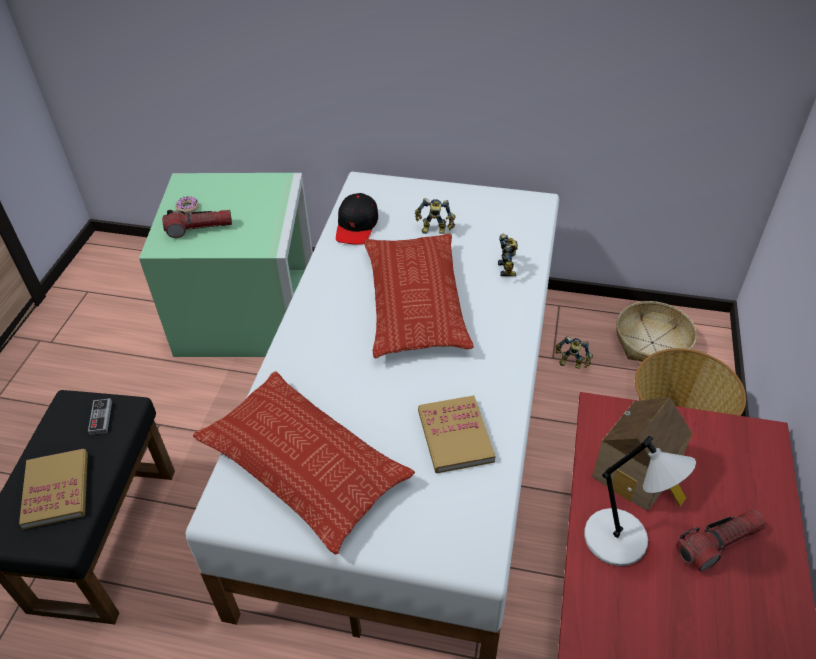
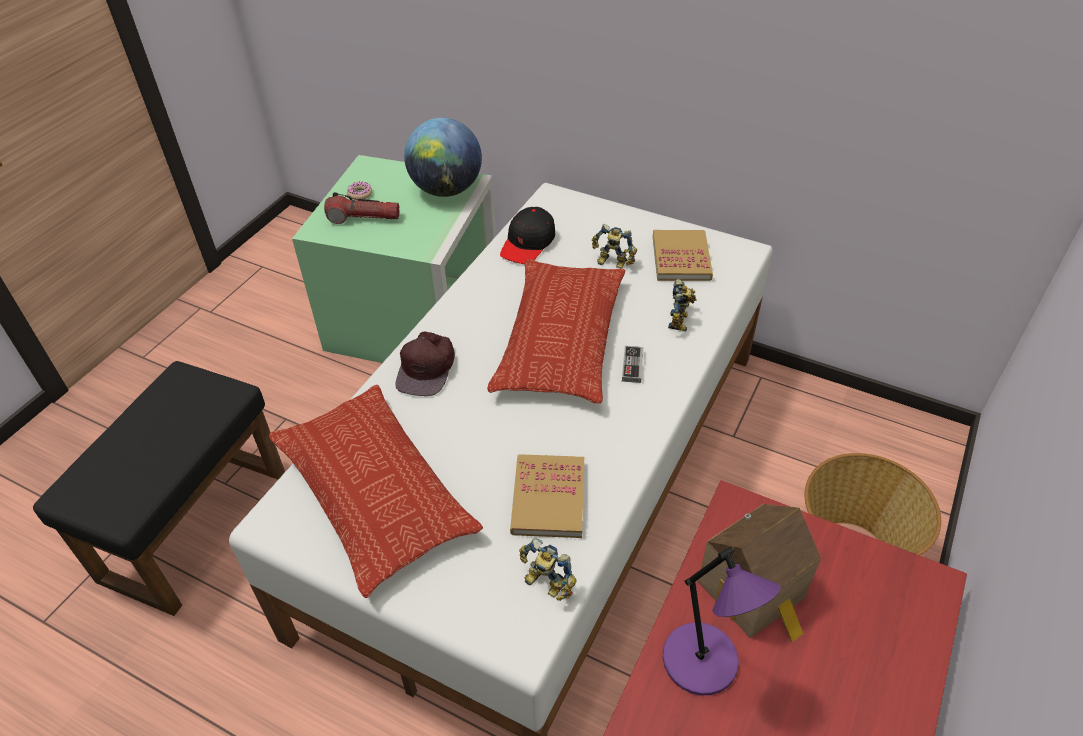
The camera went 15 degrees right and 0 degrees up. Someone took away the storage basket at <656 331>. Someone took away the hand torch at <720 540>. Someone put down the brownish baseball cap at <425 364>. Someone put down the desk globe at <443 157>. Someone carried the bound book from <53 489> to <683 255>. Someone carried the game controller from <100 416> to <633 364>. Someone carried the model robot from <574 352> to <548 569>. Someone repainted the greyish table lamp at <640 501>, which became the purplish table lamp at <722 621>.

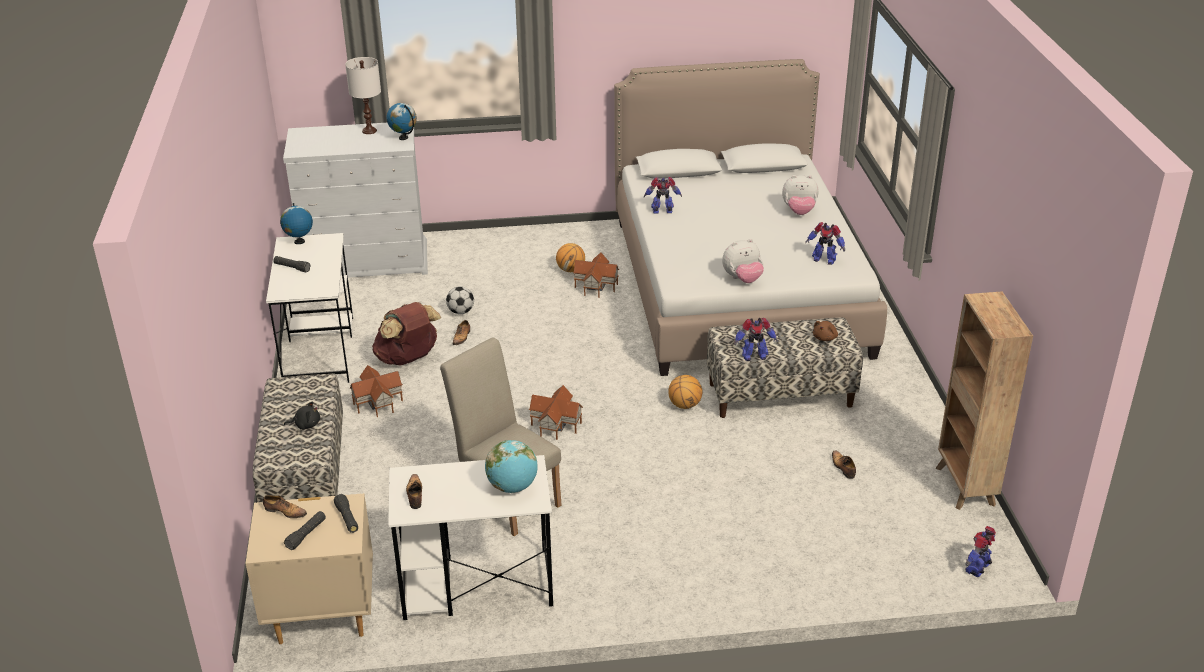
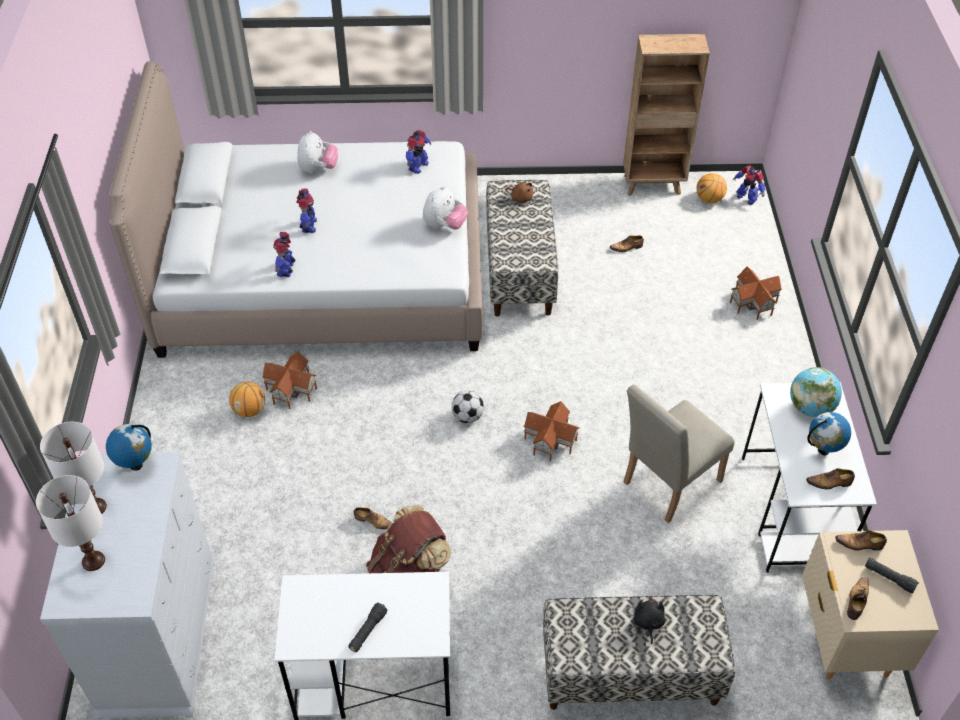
The camera went 85 degrees left and 15 degrees up. Someone put down the white table lamp at <70 523>. Someone carried the desk globe from <296 223> to <829 433>. Someone carried the toy house from <376 391> to <756 293>. Someone carried the football from <460 300> to <467 407>. Someone carried the basketball ball from <685 392> to <711 188>. Someone carried the model robot from <756 339> to <306 211>. Someone swapped the blackish hand torch at <346 513> for the low shoe at <861 540>. Someone rotated the soft toy at <743 261> by 45 degrees clockwise.

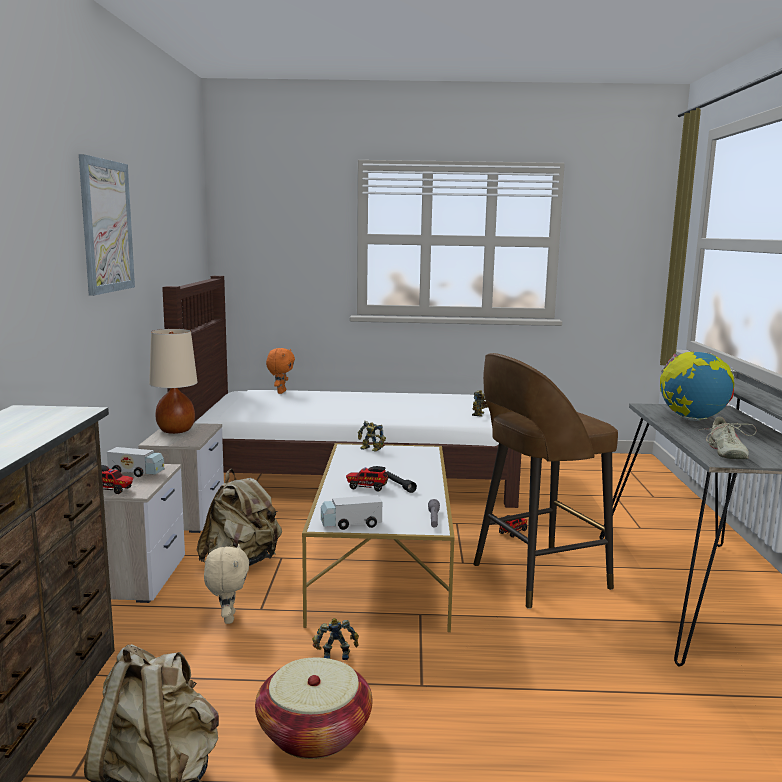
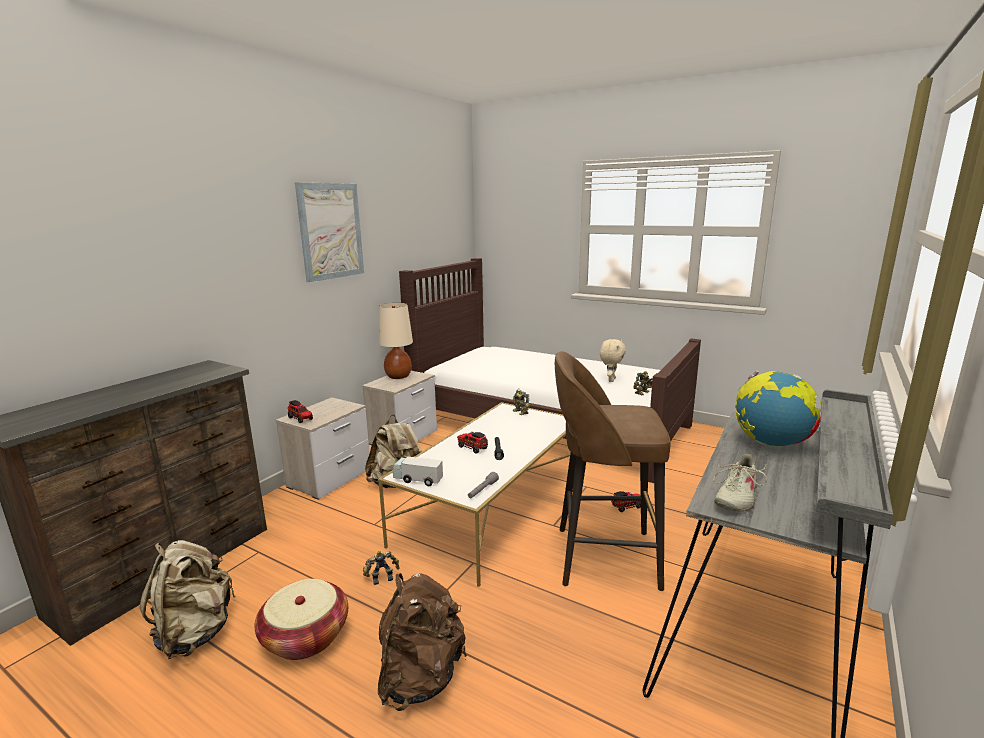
The camera went 30 degrees right and 5 degrees up. Someone took away the model truck at <135 462>. Someone took away the orange-coloured soft toy at <280 371>. Someone put down the brownish backpack at <422 642>. Someone carried the beige soft toy from <226 584> to <613 360>. Someone rotated the model robot at <335 639> by 45 degrees counterclockwise.

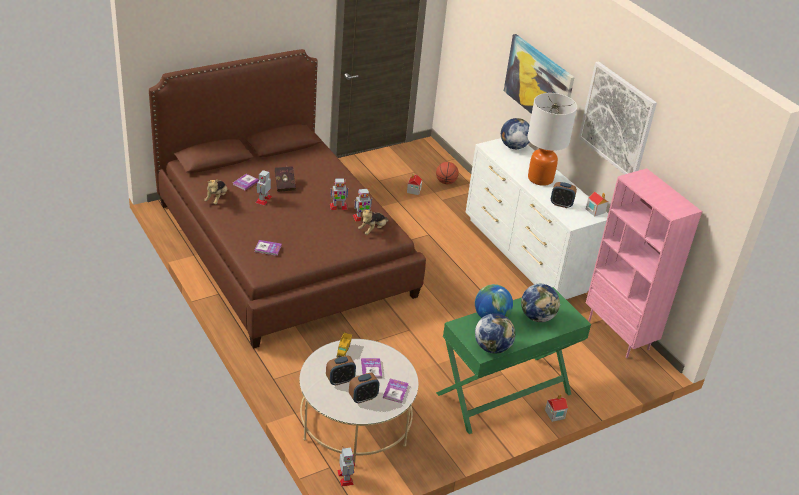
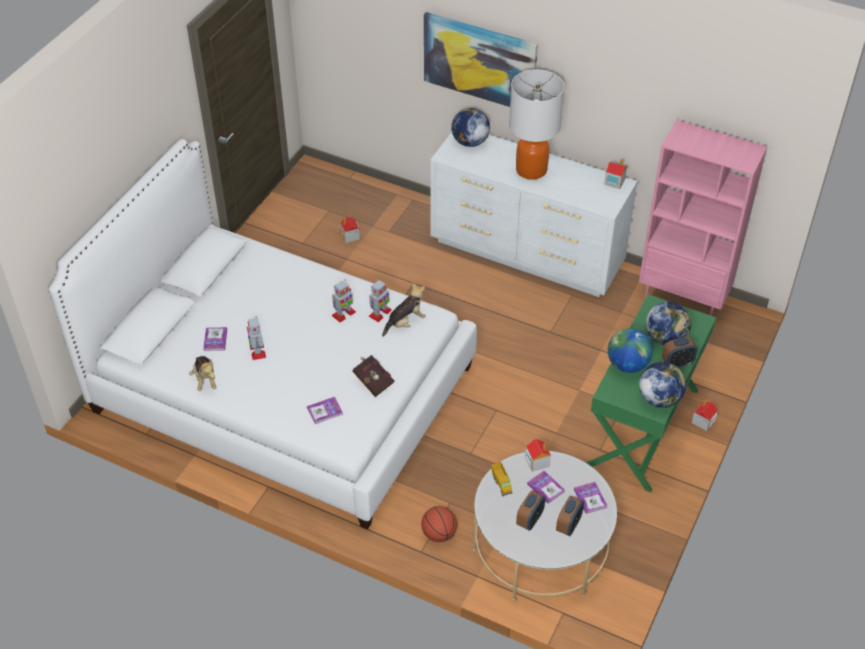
The camera went 30 degrees left and 10 degrees up. Someone took away the model robot at <346 466>. Someone took away the wall picture at <618 118>. Someone put down the toy house at <538 455>. Someone carried the red-coloured bound book from <285 178> to <373 376>. Someone carried the basketball ball from <447 173> to <439 524>. Someone carried the bedside clock from <564 195> to <680 352>. Someone repainted the brownish sleeping bed at <287 199>, which became the white sleeping bed at <263 334>. Someone rotated the soft toy at <373 222> by 135 degrees counterclockwise.

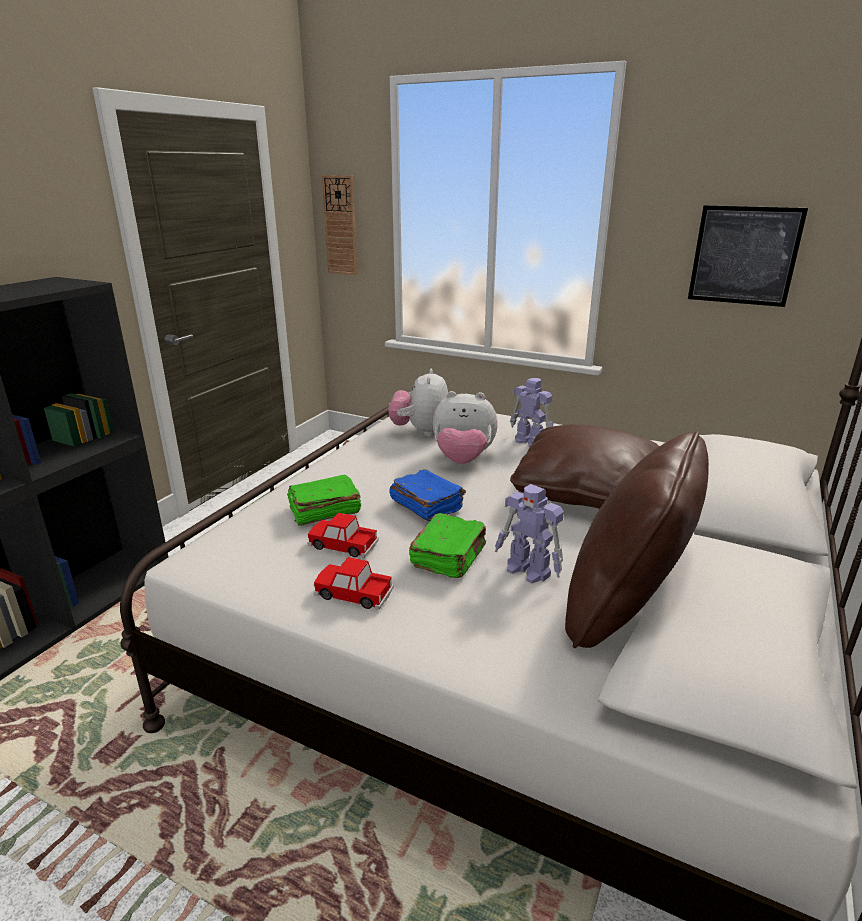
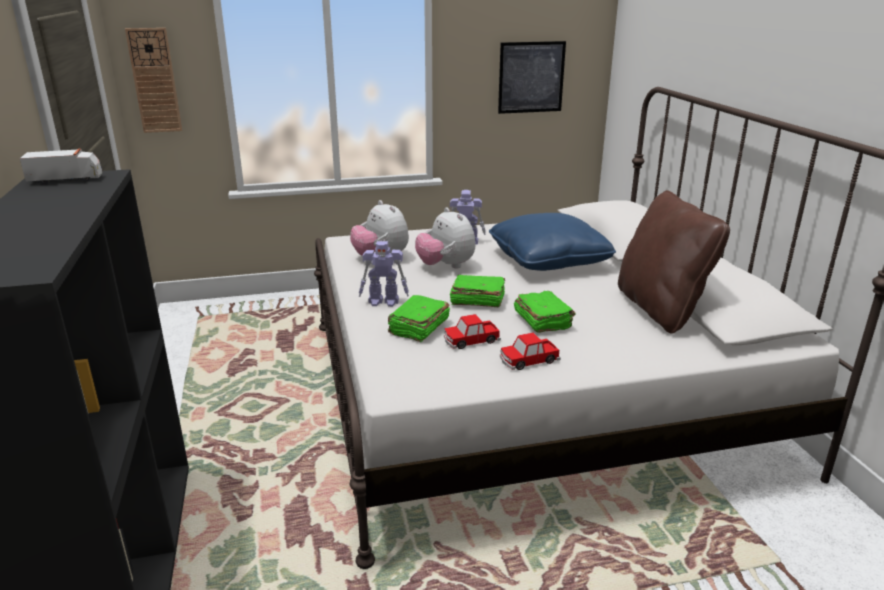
The camera went 40 degrees left and 0 degrees up. Someone put down the model truck at <61 166>. Someone carried the model robot from <529 533> to <384 274>. Someone repainted the blue-coloured bound book at <427 495>, which became the green bound book at <477 291>. Someone repainted the brownish cushion at <585 466>, which became the blue-coloured cushion at <552 242>. Someone rotated the soft toy at <465 427> by 90 degrees clockwise.

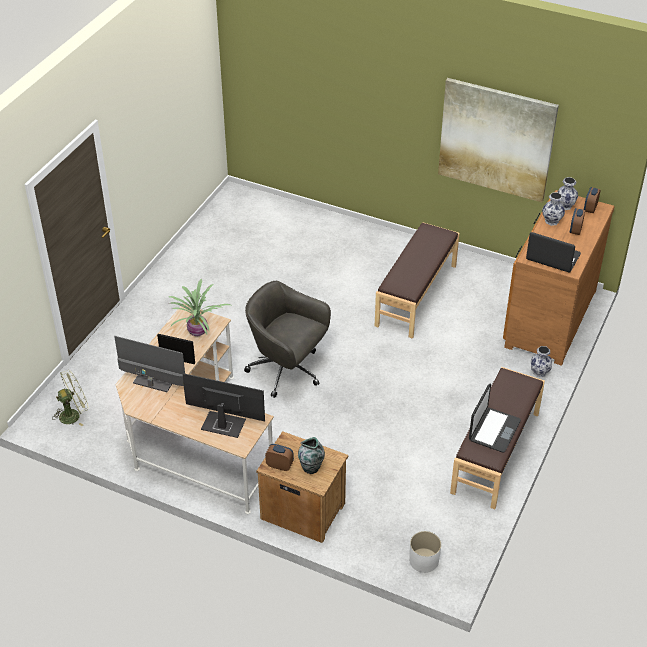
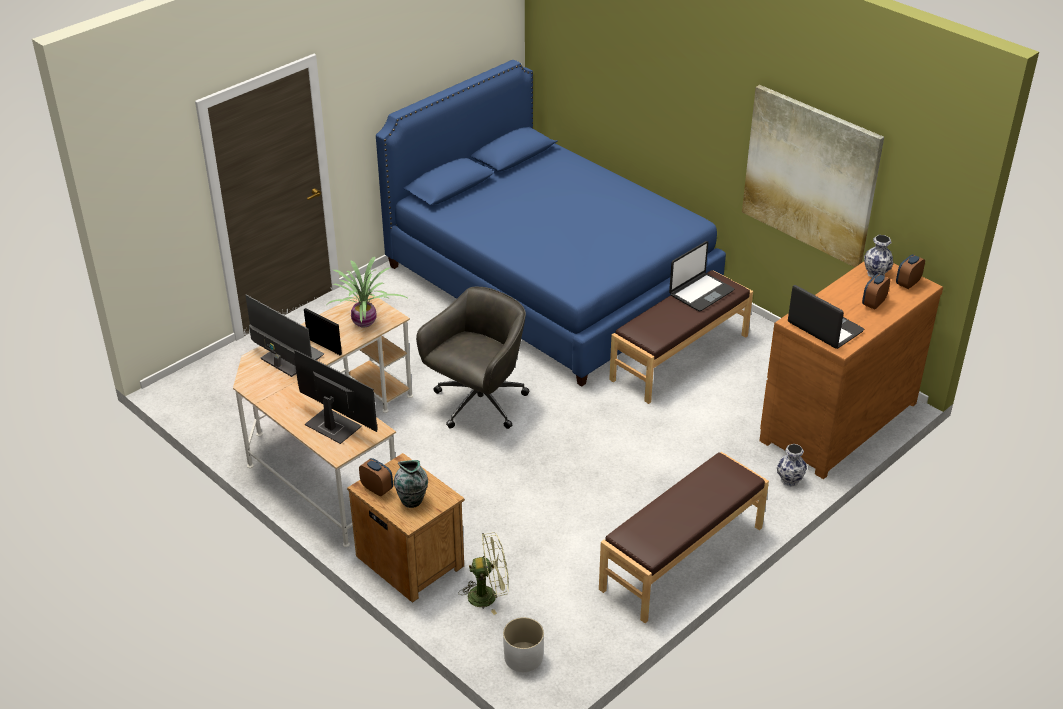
The camera went 20 degrees right and 5 degrees down. Someone took away the vase at <553 209>. Someone put down the blue-coloured sleeping bed at <551 223>. Someone carried the green fan from <71 398> to <484 573>. Someone carried the portable computer from <495 418> to <701 276>. Someone rotated the greyish desk chair at <287 339> by 75 degrees clockwise.

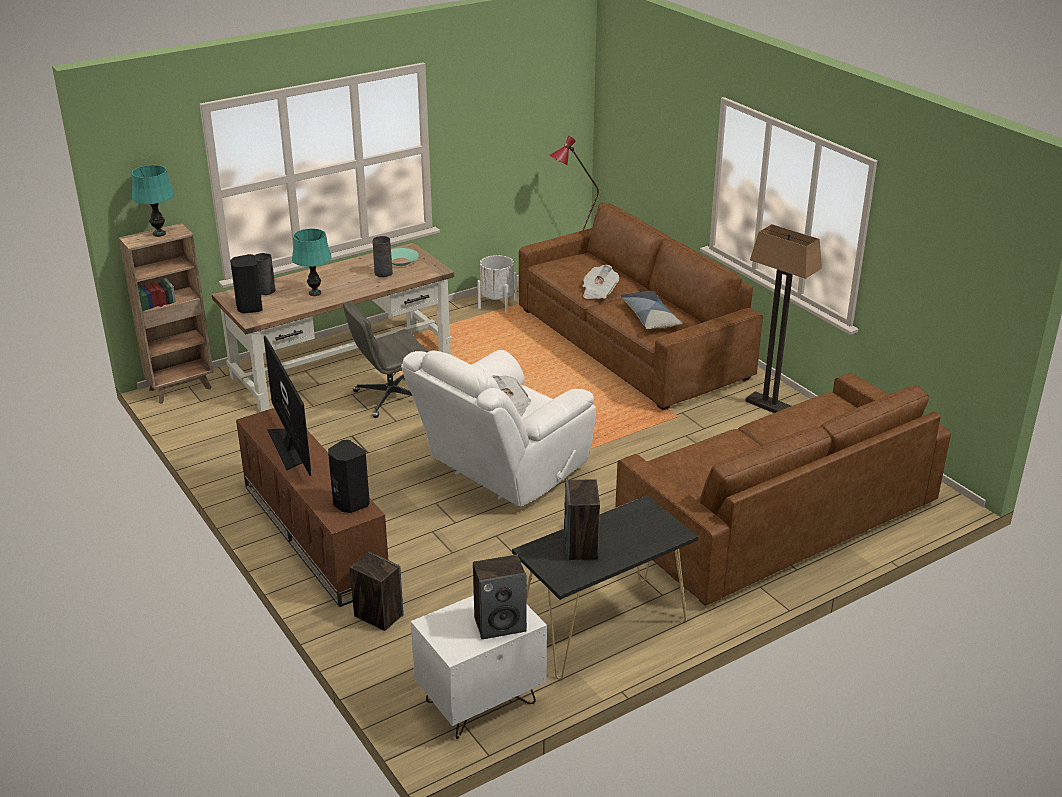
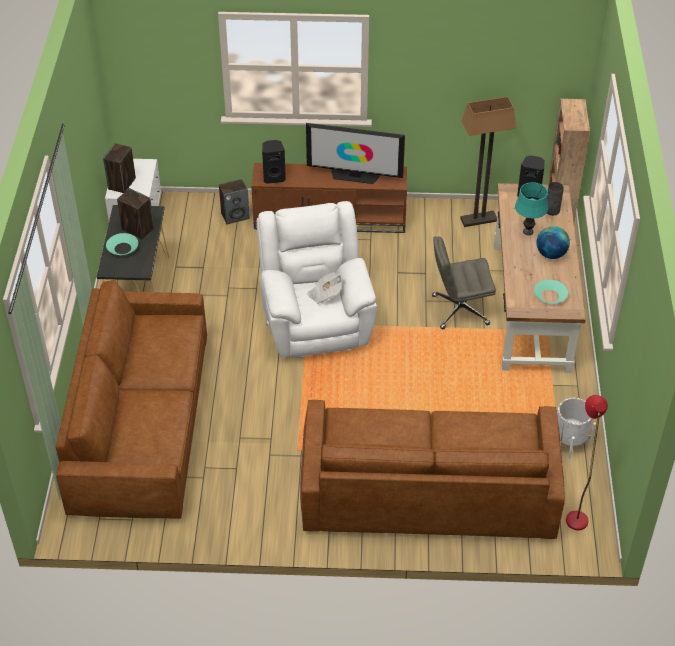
The camera went 125 degrees right and 15 degrees up. Someone took away the turquoise-coloured table lamp at <152 201>. Someone took away the greyish vase at <383 256>. Someone took away the printed paper at <600 282>. Someone took away the cushion at <651 310>. Someone put down the turquoise-coloured serving bowl at <122 244>. Someone put down the desk globe at <553 242>. Someone carried the floor lamp from <784 318> to <488 162>. Someone rotated the greyish desk chair at <385 360> by 105 degrees counterclockwise.

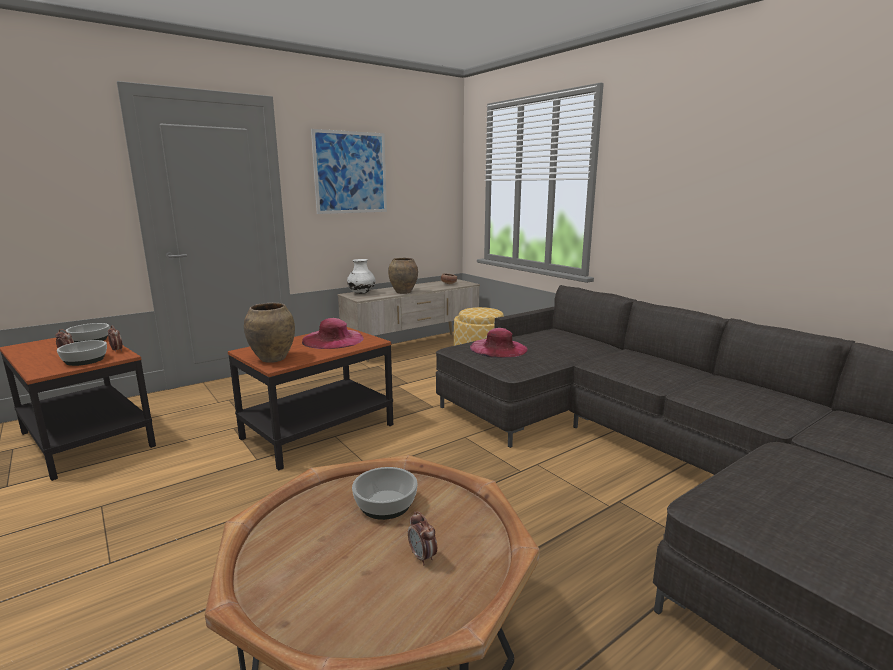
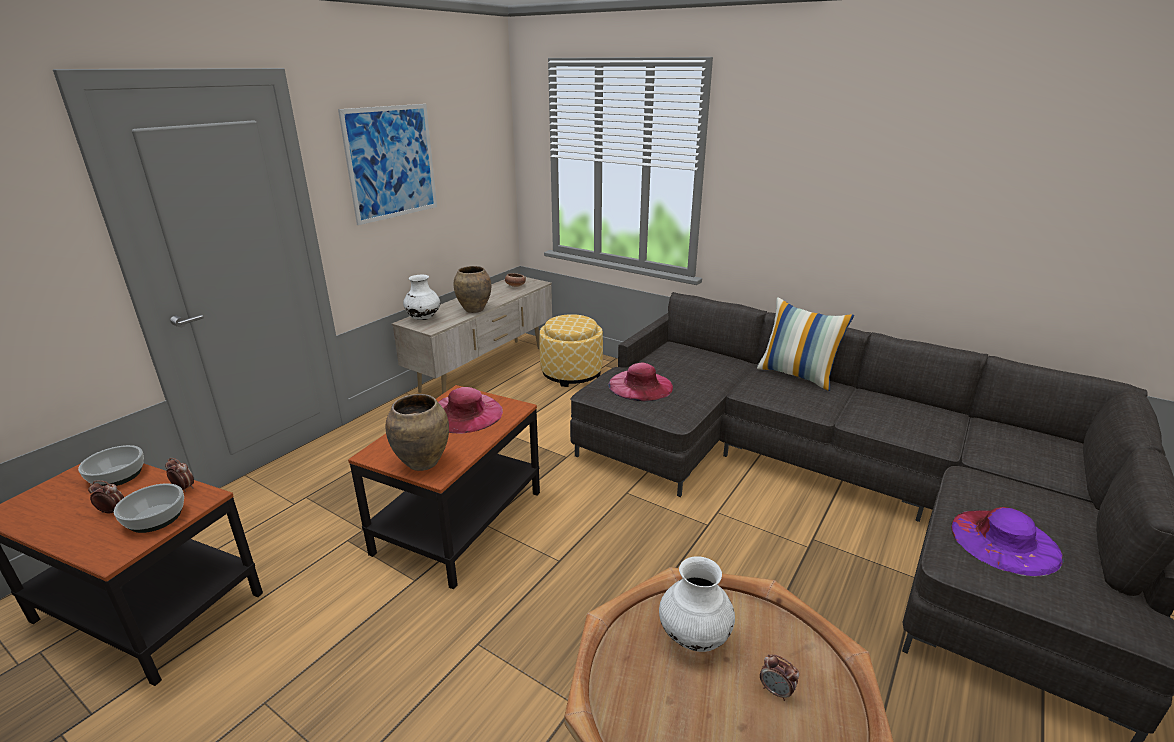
The camera went 20 degrees left and 10 degrees up. Someone put down the cushion at <805 344>. Someone put down the purplish clothing hat at <1007 542>. Someone swapped the serving bowl at <384 493> for the white vase at <697 604>.

